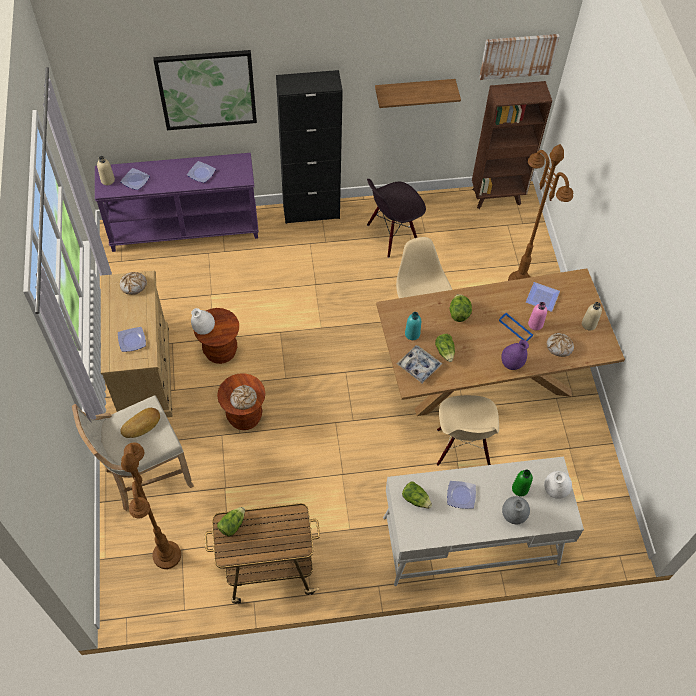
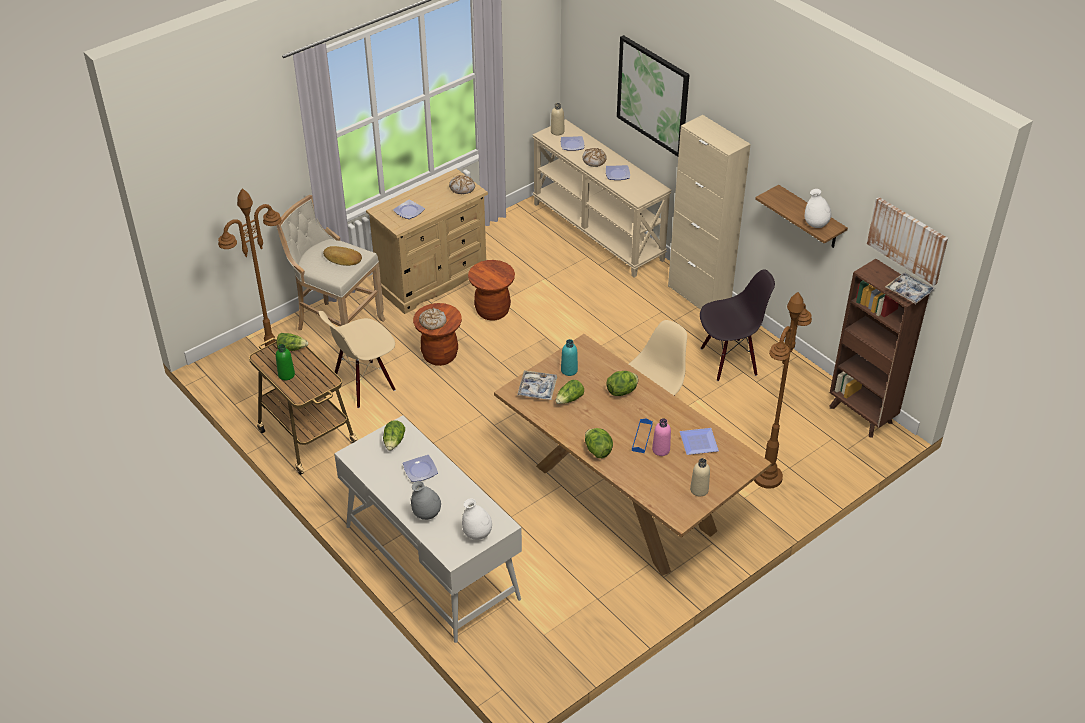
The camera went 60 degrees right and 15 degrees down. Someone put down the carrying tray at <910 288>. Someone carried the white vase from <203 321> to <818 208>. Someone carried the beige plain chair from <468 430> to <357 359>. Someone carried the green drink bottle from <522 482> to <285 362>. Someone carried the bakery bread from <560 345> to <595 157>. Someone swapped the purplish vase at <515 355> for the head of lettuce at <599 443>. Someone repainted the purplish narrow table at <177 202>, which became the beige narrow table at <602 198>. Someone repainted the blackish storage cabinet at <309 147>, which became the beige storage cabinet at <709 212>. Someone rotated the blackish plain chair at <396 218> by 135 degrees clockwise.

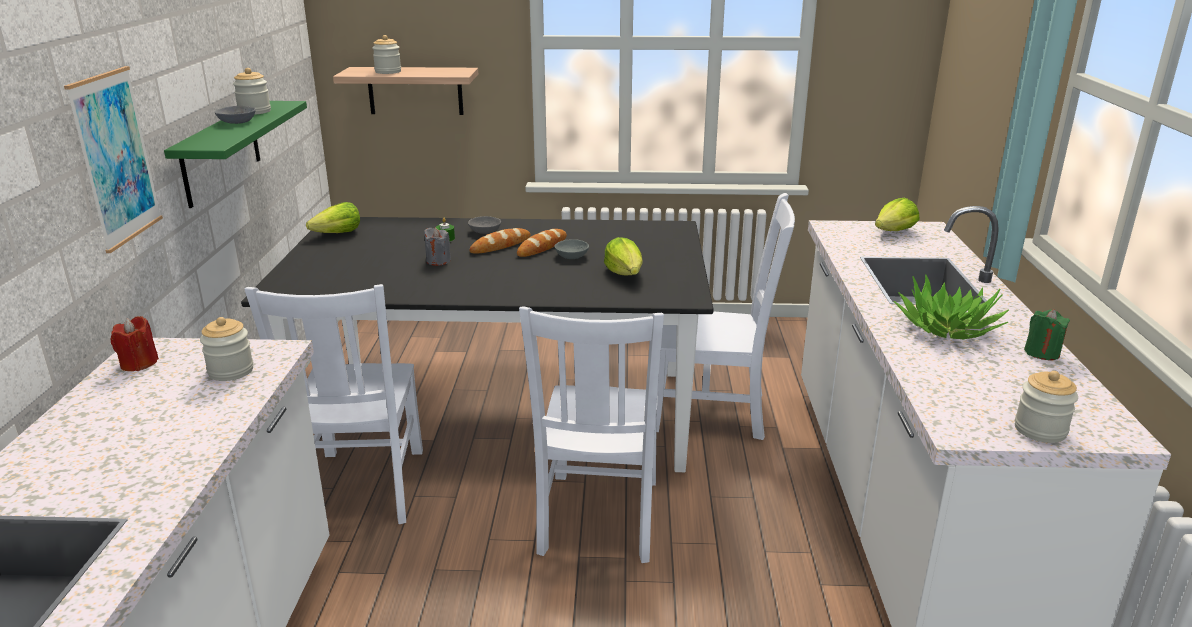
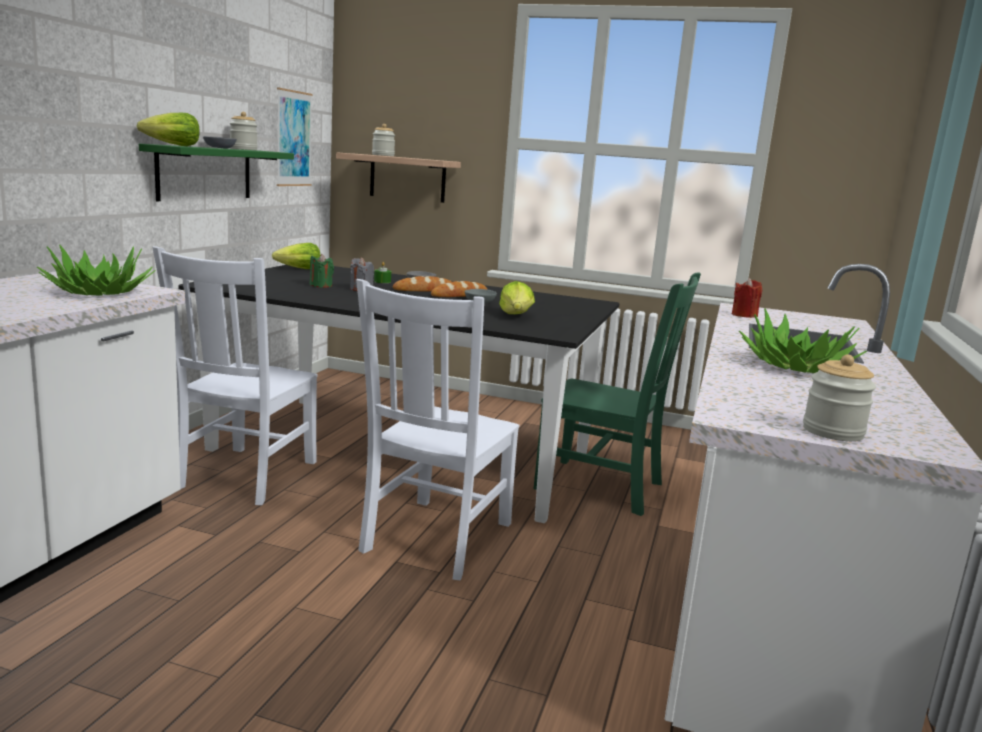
The camera went 15 degrees right and 10 degrees down. Someone carried the wall picture from <113 159> to <295 136>. Someone carried the red-coloured candle from <135 343> to <747 298>. Someone carried the head of lettuce from <897 214> to <168 129>. Someone carried the green candle from <1047 335> to <322 271>. Someone swapped the preserve jar at <227 349> for the houseplant at <96 270>. Someone repainted the white plain chair at <726 316>, which became the green plain chair at <617 394>.

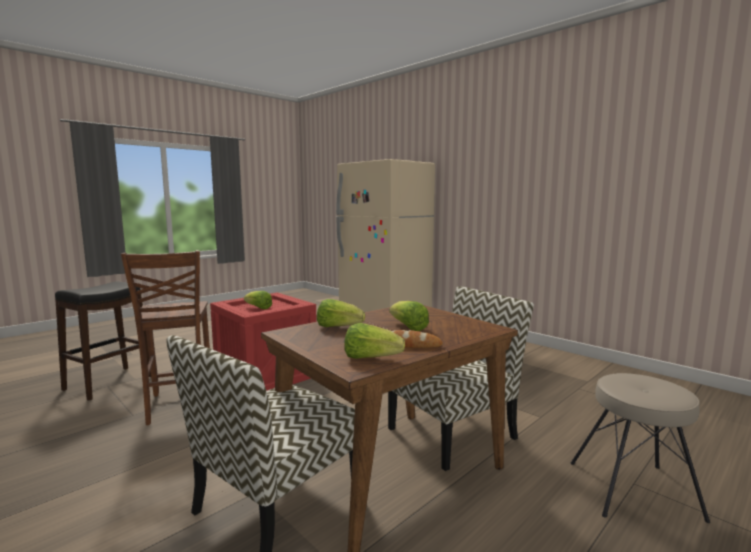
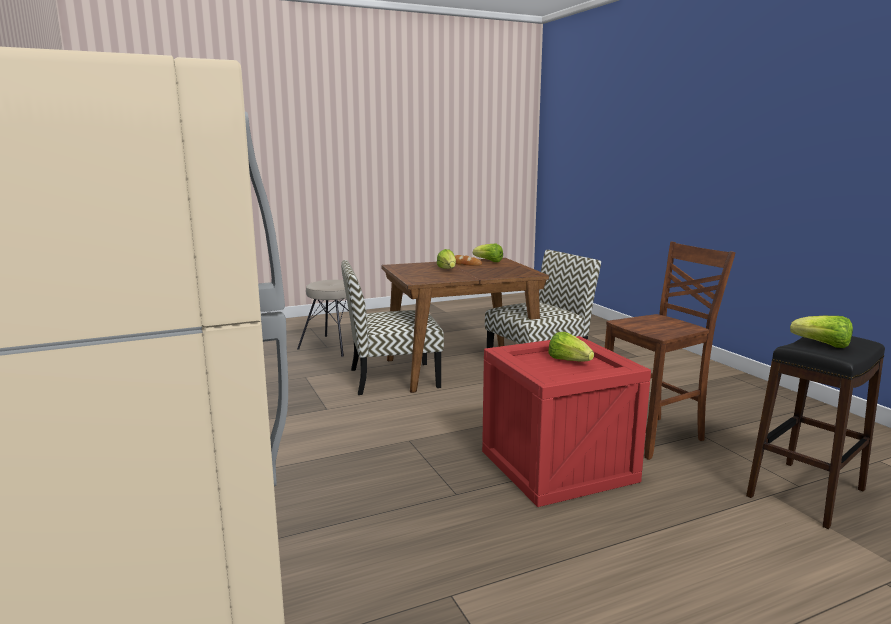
The camera went 160 degrees left and 5 degrees up. Someone carried the head of lettuce from <341 313> to <821 332>. Someone rotated the brownish plain chair at <165 337> by 60 degrees clockwise.

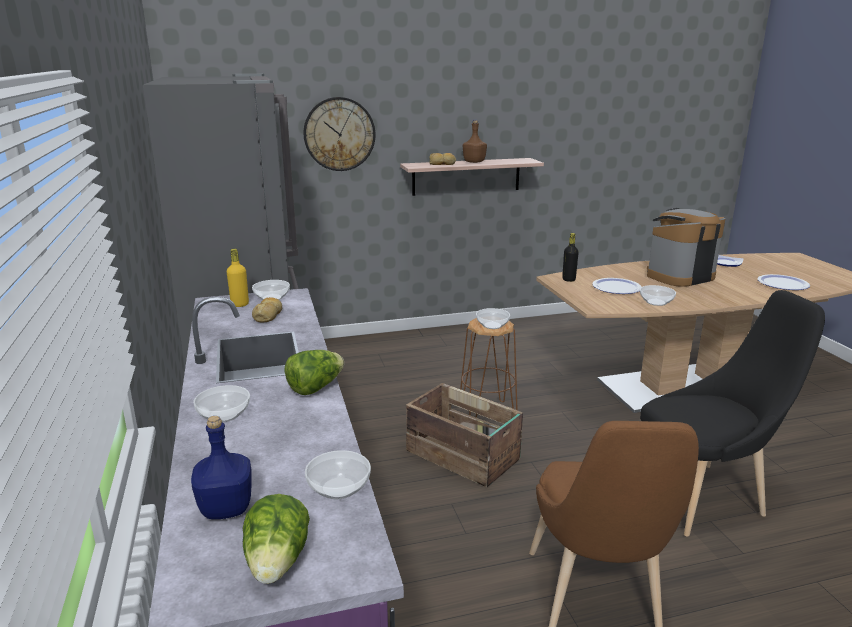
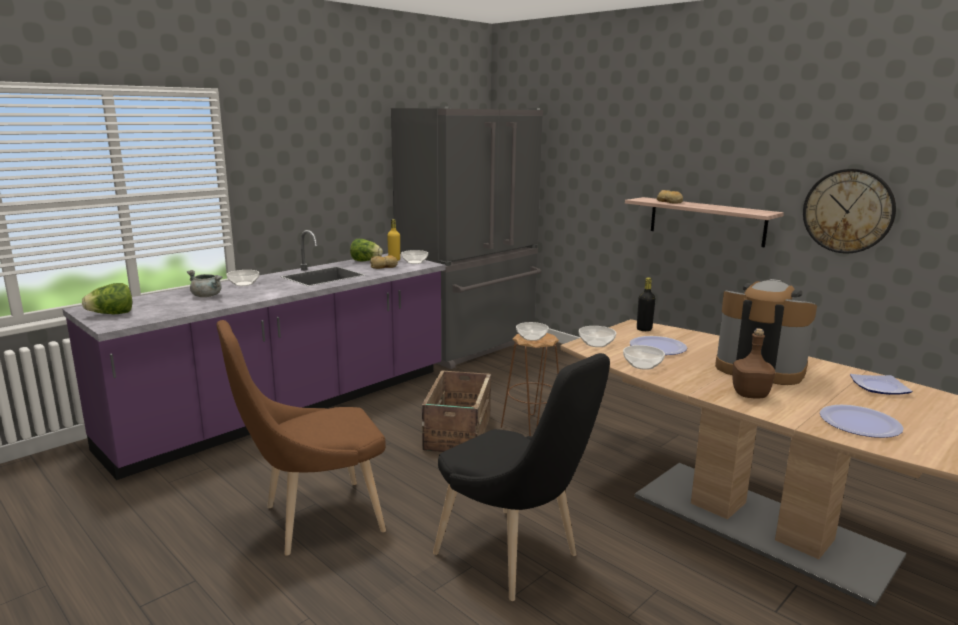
The camera went 60 degrees right and 5 degrees down. Someone took away the blue-coloured drink bottle at <221 467>. Someone put down the greyish stockpot at <204 283>. Someone carried the head of lettuce from <314 372> to <366 250>. Someone carried the hanging clock from <339 134> to <849 211>. Someone carried the serving bowl from <338 474> to <597 336>. Someone carried the brownish drink bottle from <475 141> to <753 363>.

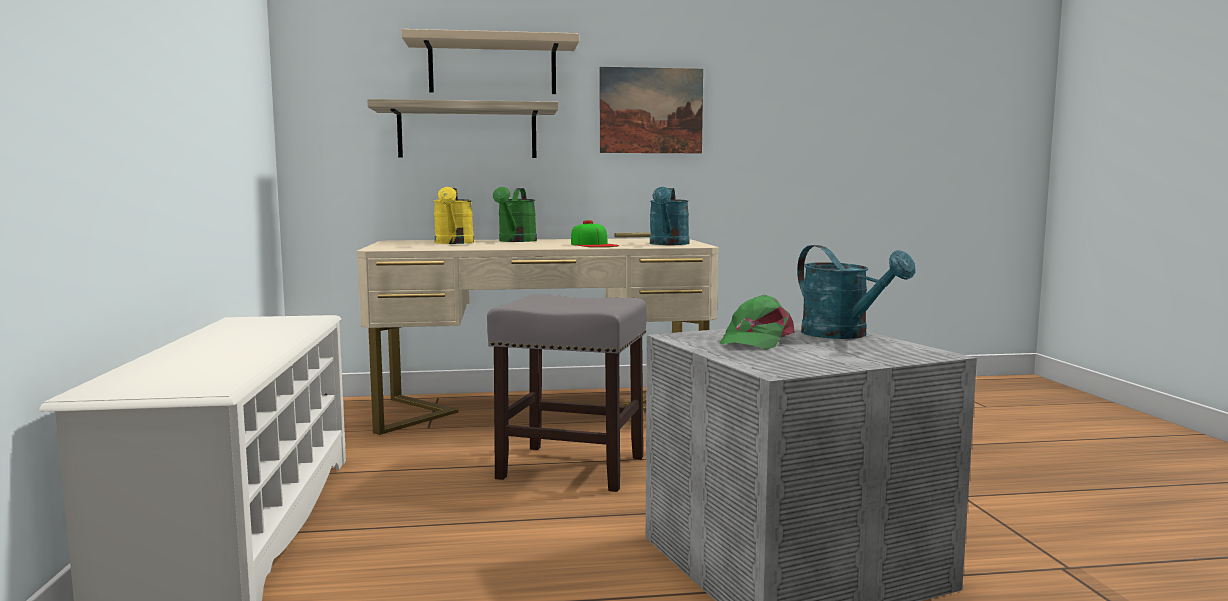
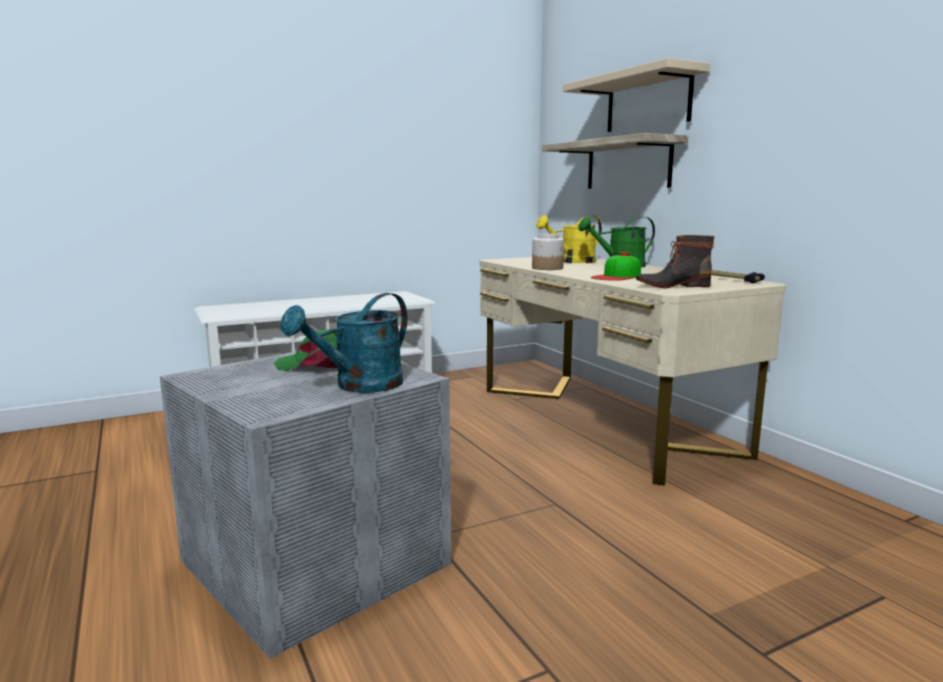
The camera went 70 degrees right and 5 degrees up. Someone took away the greyish stool seat at <566 393>. Someone took away the wall picture at <651 110>. Someone put down the preserve jar at <548 251>. Someone swapped the turquoise-coloured watering can at <669 216> for the tall boot at <675 261>.

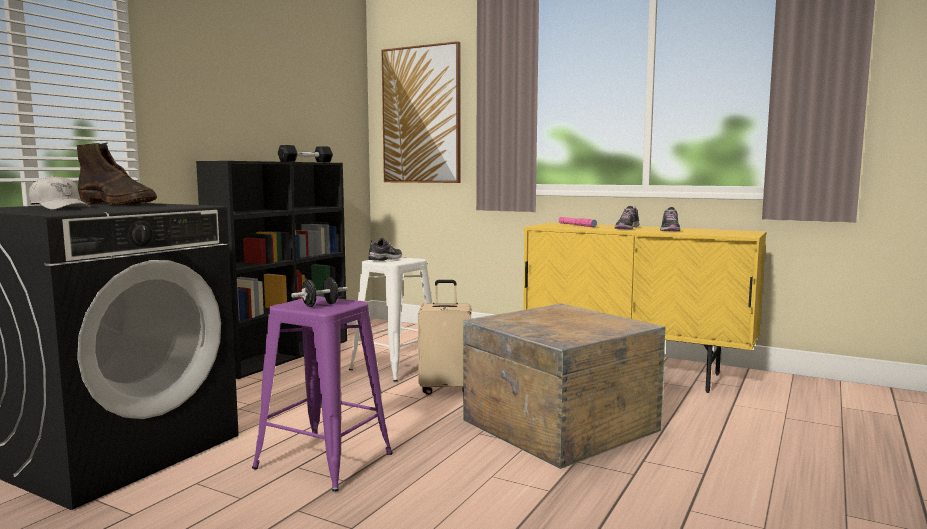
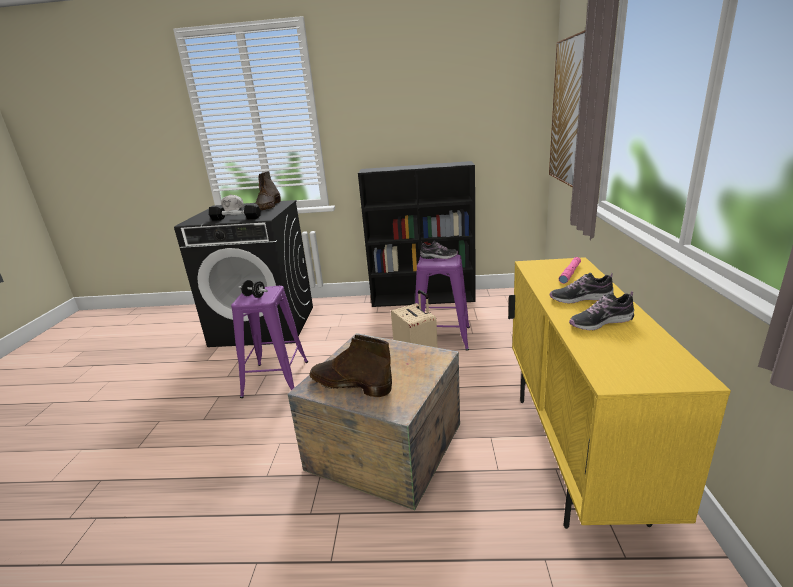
The camera went 65 degrees right and 15 degrees up. Someone put down the brownish tall boot at <350 366>. Someone carried the blackish free weight from <305 153> to <235 212>. Someone repainted the white stool seat at <390 319>, which became the purplish stool seat at <442 302>.

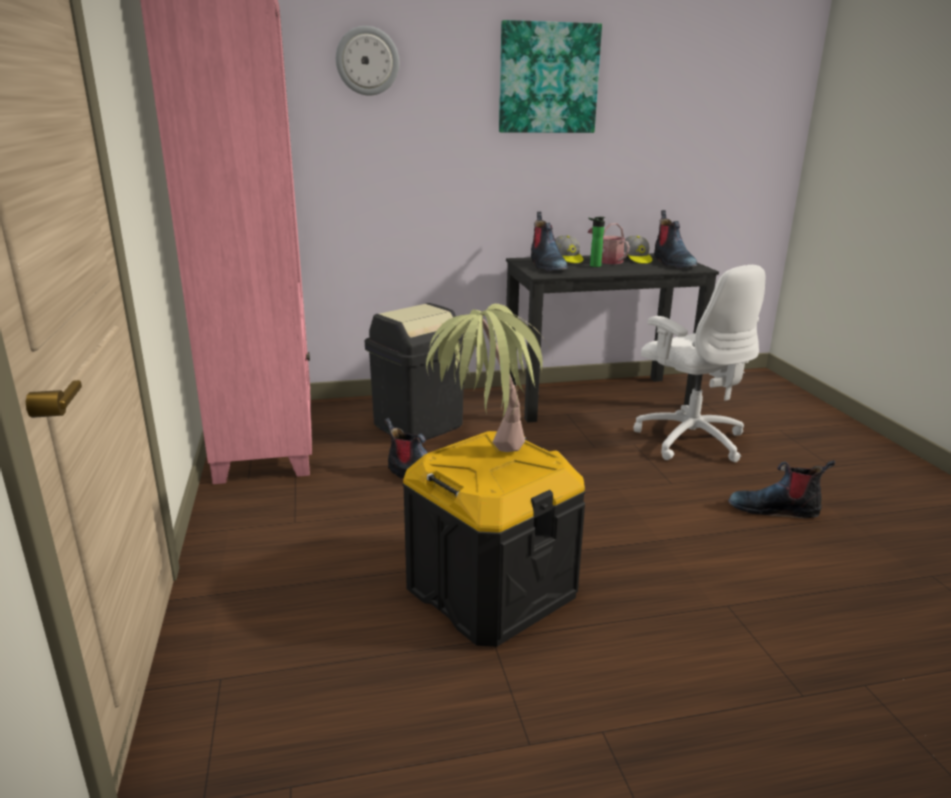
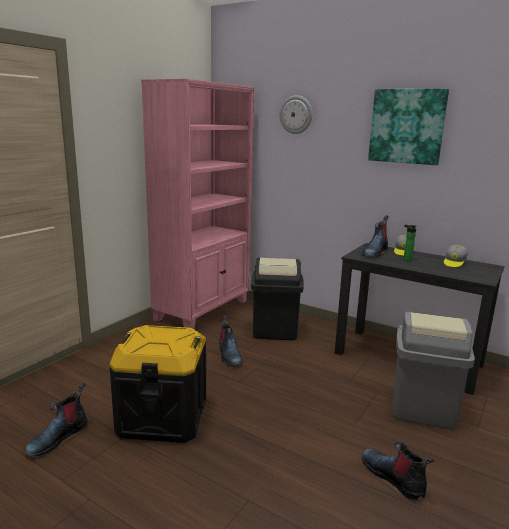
The camera went 45 degrees right and 5 degrees down. Someone took away the houseplant at <488 378>. Someone took away the watering can at <609 243>. Someone carried the tall boot from <676 239> to <56 419>. Someone swapped the white desk chair at <699 363> for the greyish trash can at <434 370>.

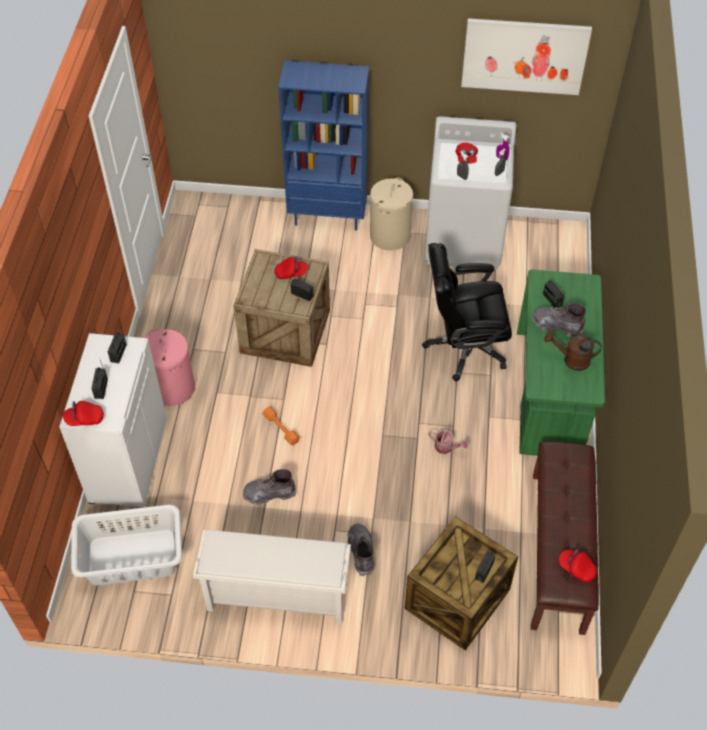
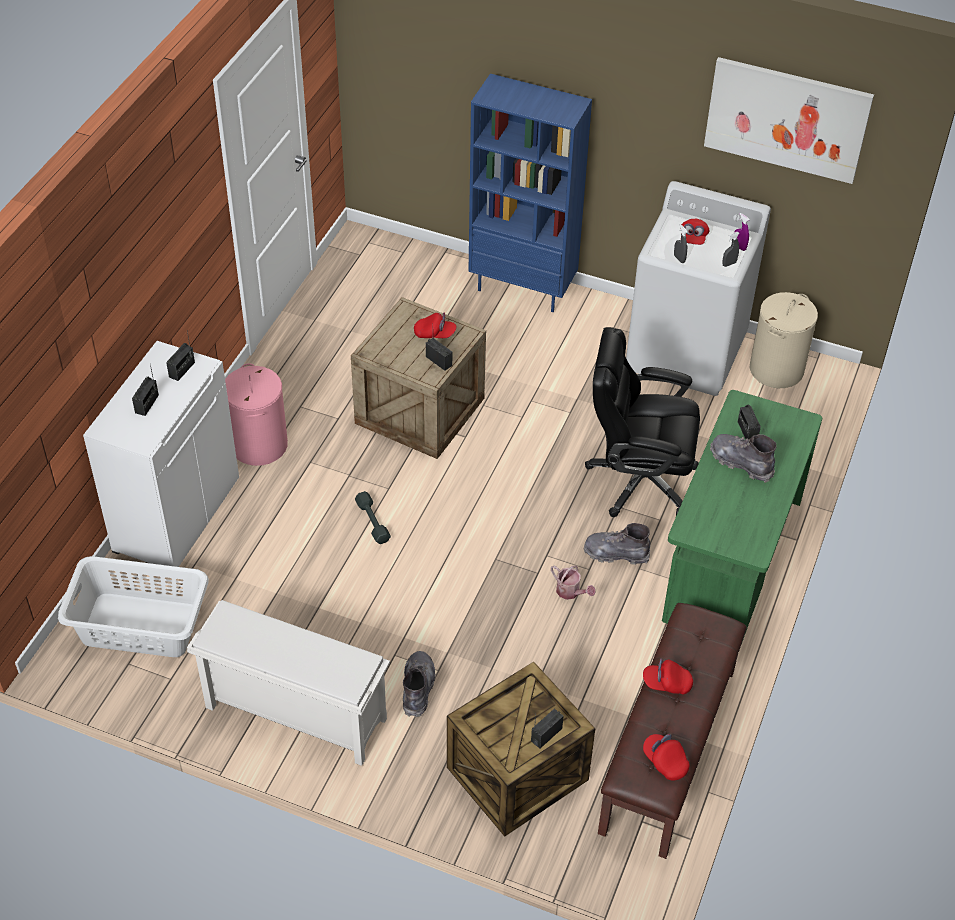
The camera went 15 degrees right and 5 degrees down. Someone took away the brownish watering can at <572 351>. Someone carried the red-coloured baseball cap from <83 413> to <668 676>. Someone carried the greyish tall boot from <269 486> to <616 544>. Someone carried the beige washing basket from <391 214> to <784 340>. Someone repainted the orange-coloured free weight at <281 426>, which became the greyish free weight at <373 517>.

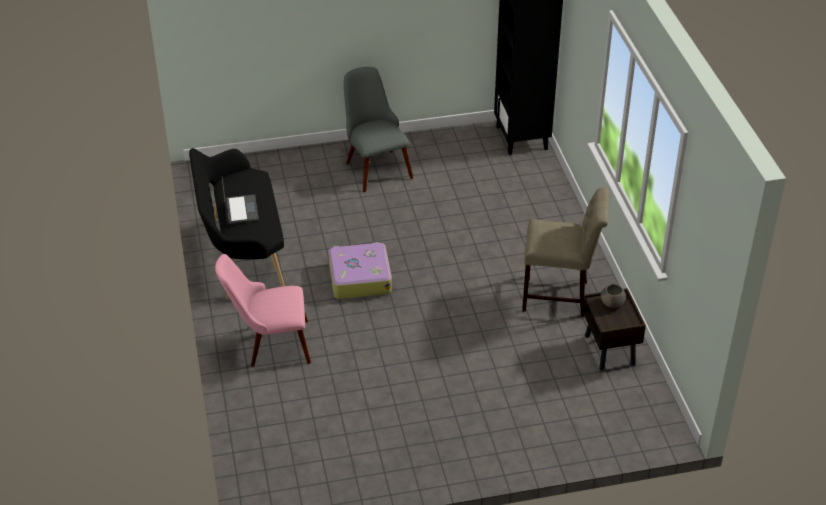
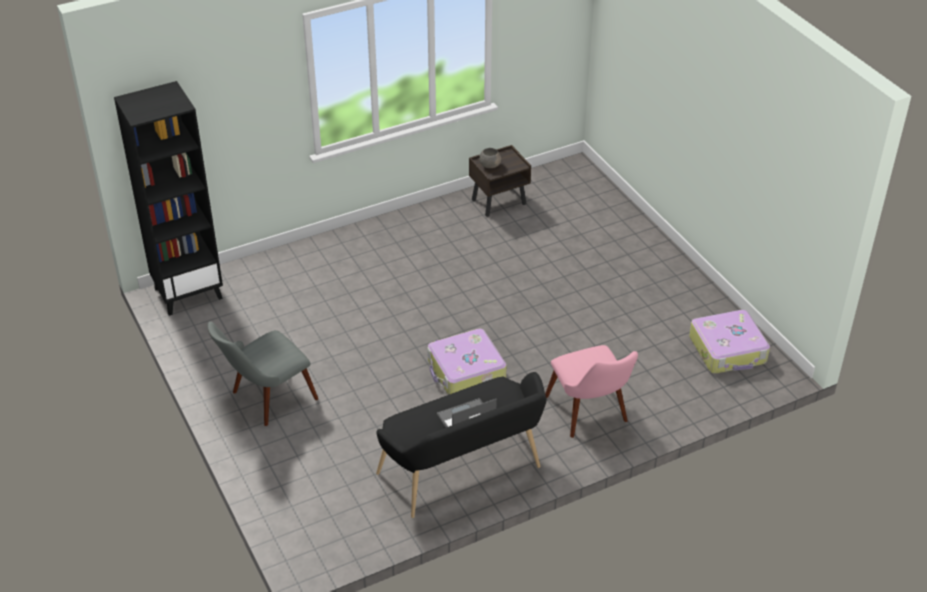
The camera went 105 degrees left and 0 degrees up. Someone took away the beige plain chair at <565 252>. Someone put down the travel case at <729 342>.

